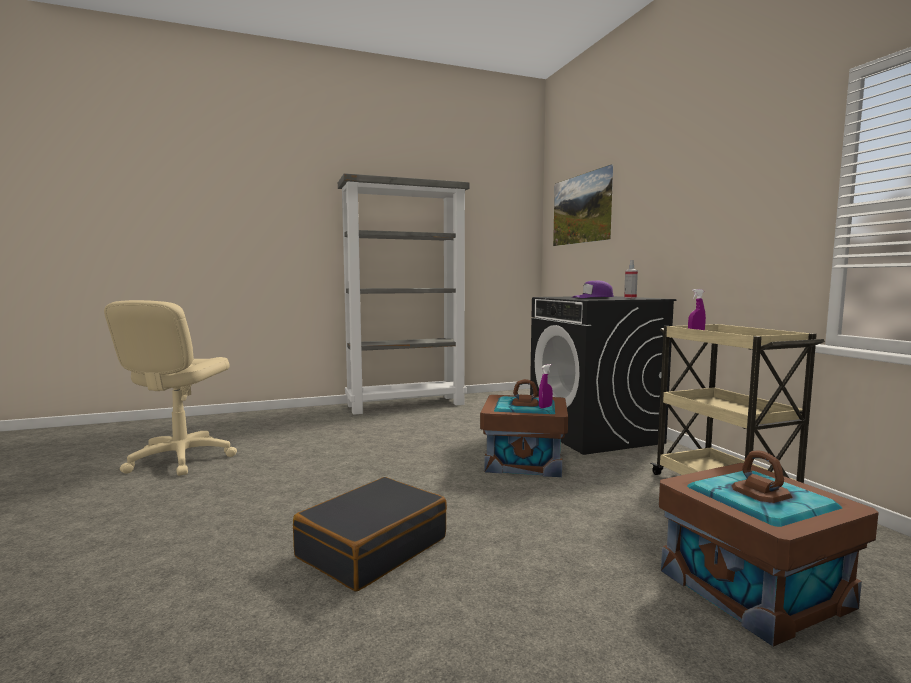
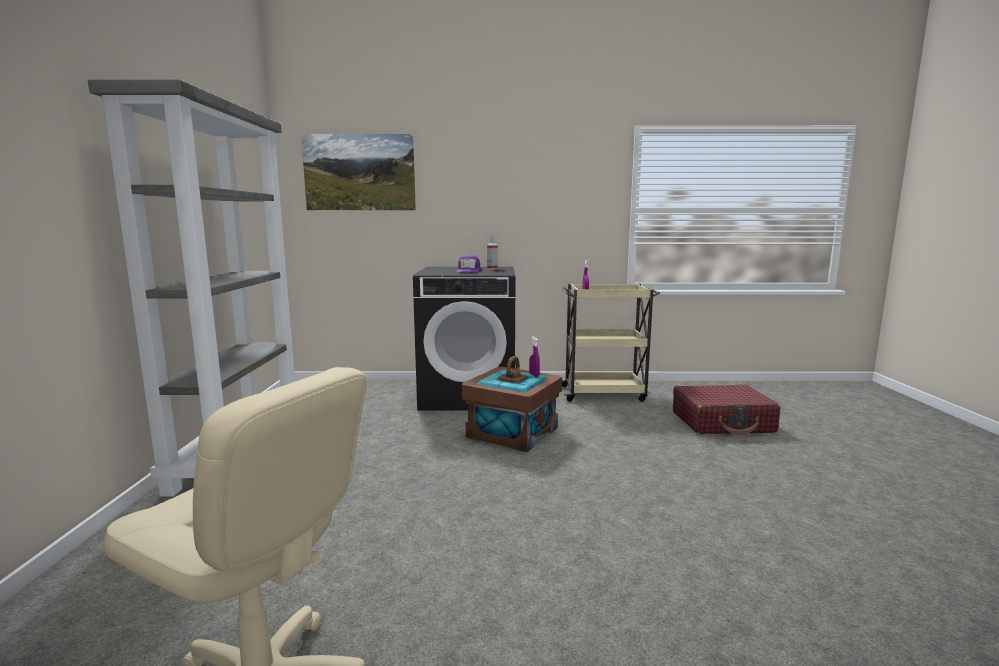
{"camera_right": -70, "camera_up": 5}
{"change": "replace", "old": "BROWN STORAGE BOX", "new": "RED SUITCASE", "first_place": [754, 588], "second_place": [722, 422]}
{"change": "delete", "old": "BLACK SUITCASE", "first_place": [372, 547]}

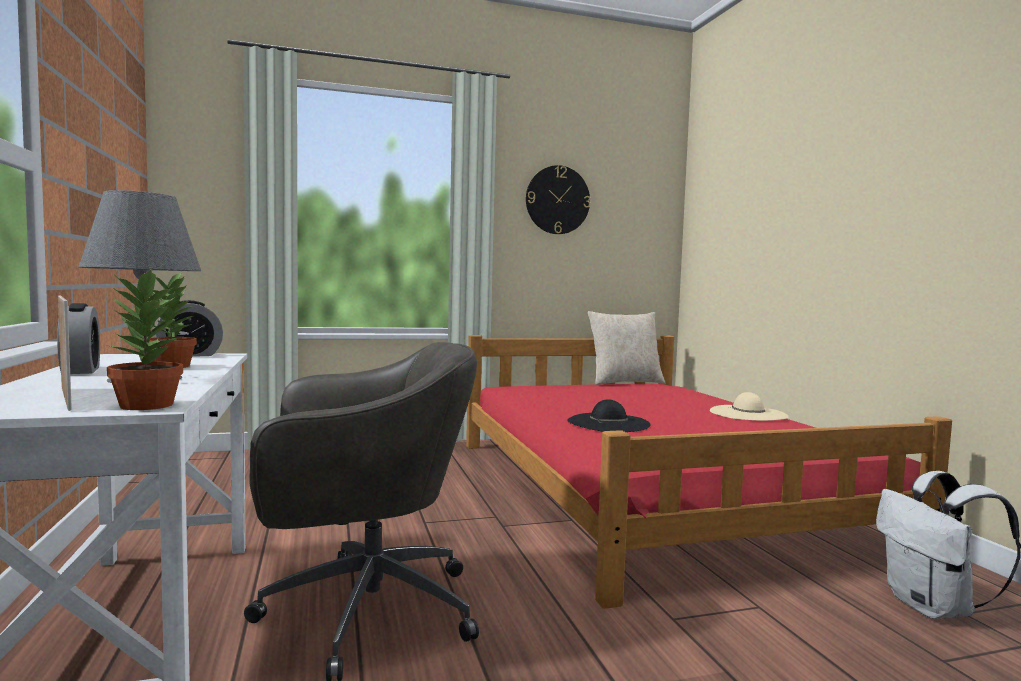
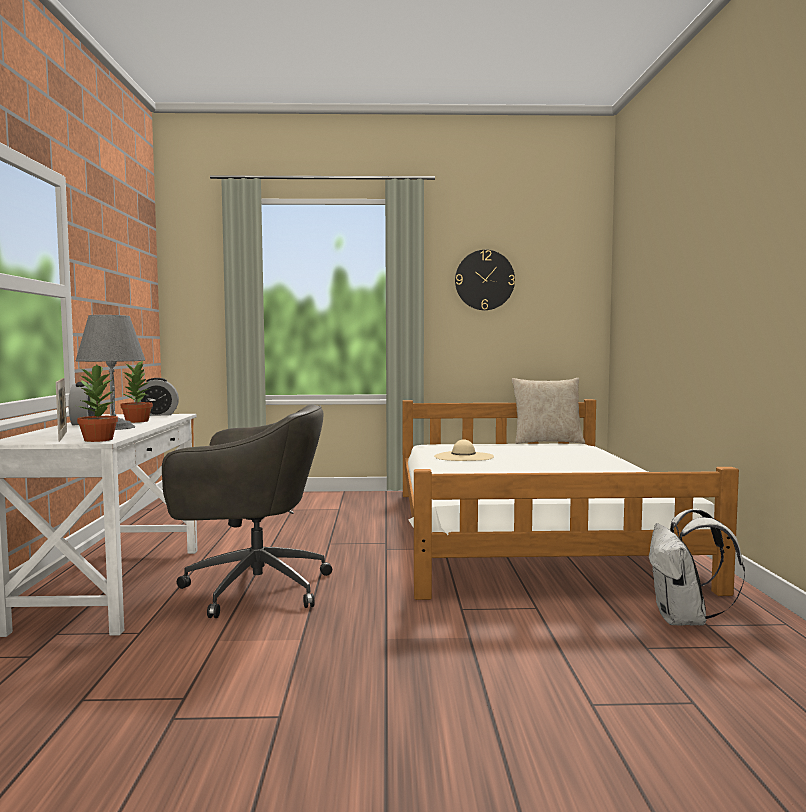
{"camera_right": 15, "camera_up": 0}
{"change": "recolor", "old": "RED BED", "new": "WHITE BED", "first_place": [647, 492], "second_place": [527, 533]}
{"change": "move", "old": "BEIGE HAT", "first_place": [748, 413], "second_place": [463, 456]}
{"change": "delete", "old": "BLACK HAT", "first_place": [608, 423]}

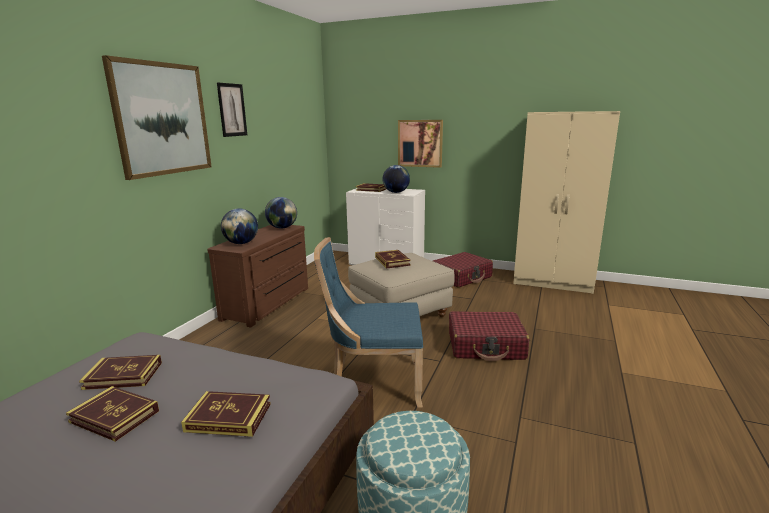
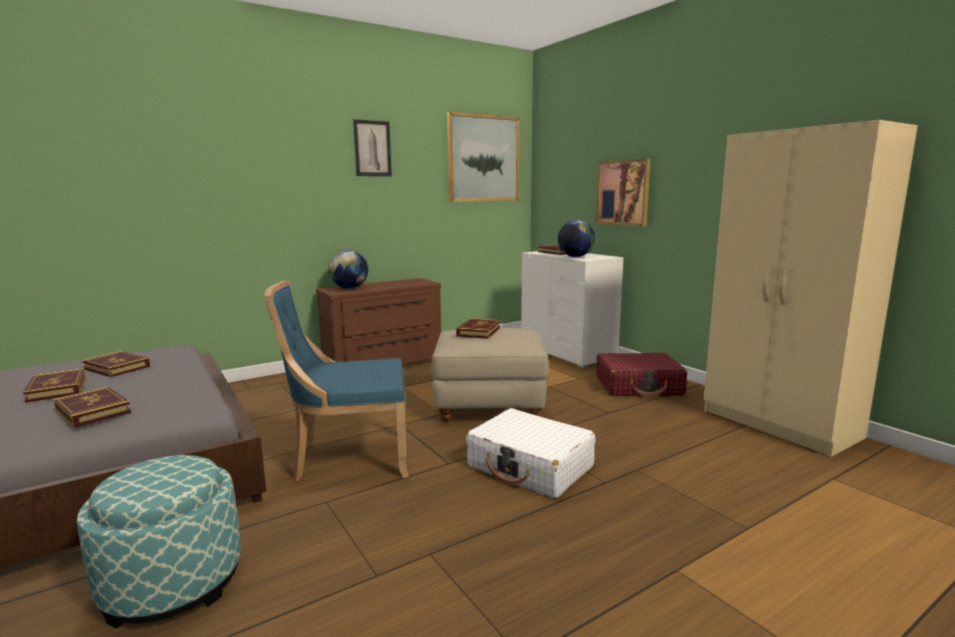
{"camera_right": 35, "camera_up": -5}
{"change": "rotate", "old": "BLUE CHAIR", "first_place": [373, 383], "second_place": [348, 458], "degrees": -45}
{"change": "move", "old": "PICTURE", "first_place": [162, 119], "second_place": [483, 158]}
{"change": "recolor", "old": "RED SUITCASE", "new": "WHITE SUITCASE", "first_place": [486, 346], "second_place": [530, 467]}
{"change": "delete", "old": "GLOBE", "first_place": [282, 228]}

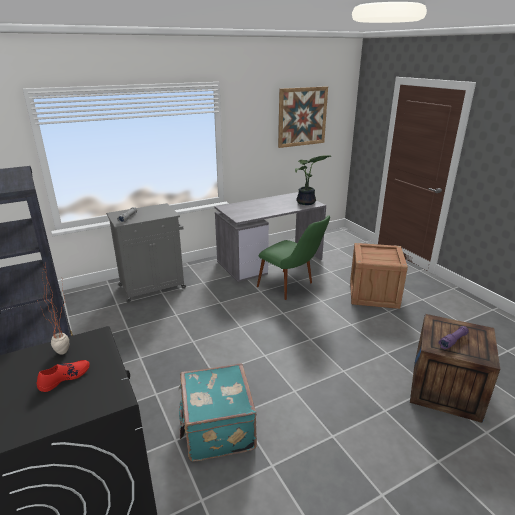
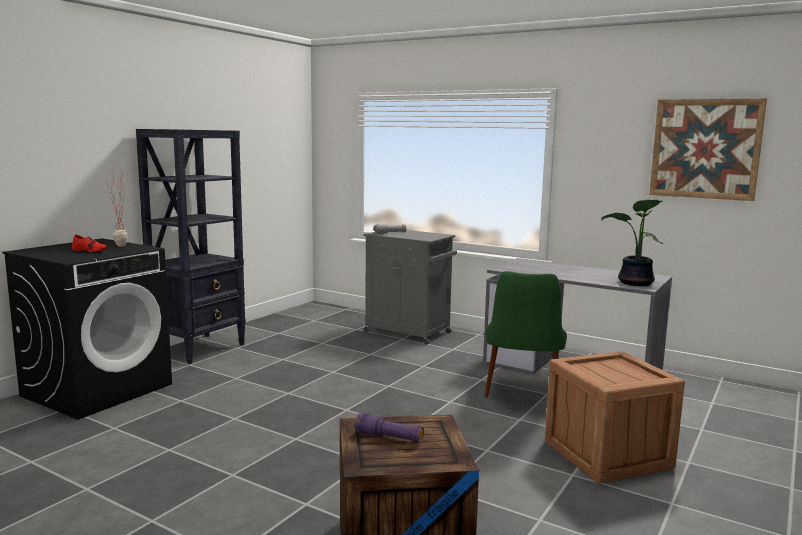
{"camera_right": 60, "camera_up": -15}
{"change": "delete", "old": "TURQUOISE SUITCASE", "first_place": [216, 429]}

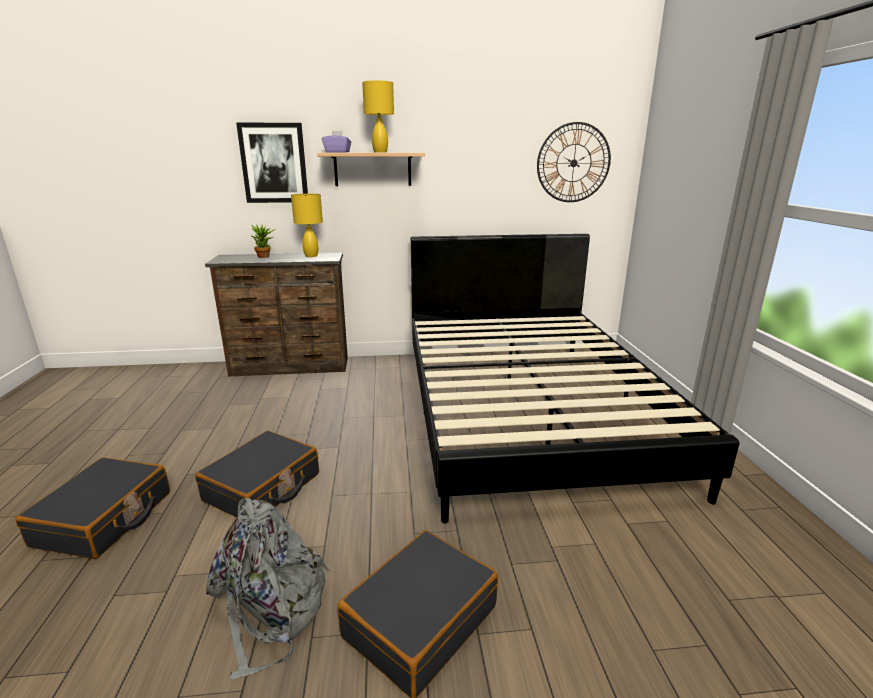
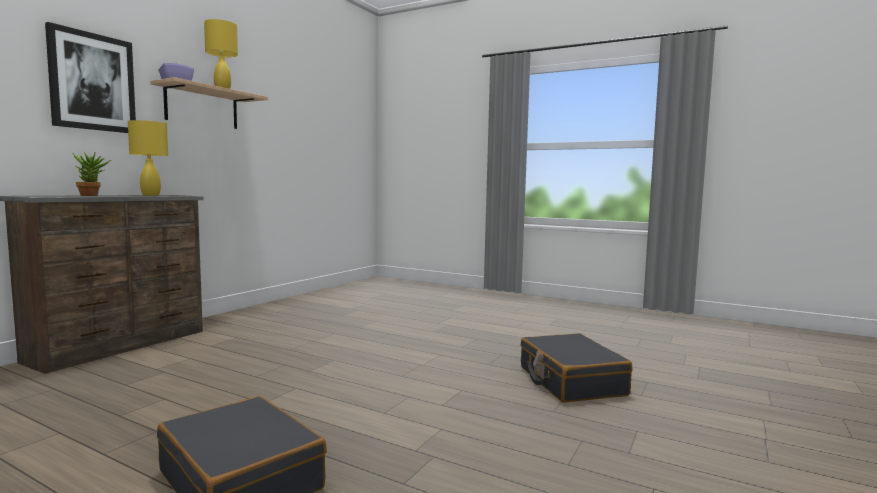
{"camera_right": -55, "camera_up": -15}
{"change": "delete", "old": "BLACK SUITCASE", "first_place": [263, 488]}
{"change": "delete", "old": "GREY BACKPACK", "first_place": [271, 608]}
{"change": "delete", "old": "BLACK BED", "first_place": [527, 411]}
{"change": "delete", "old": "WALL CLOCK", "first_place": [573, 163]}

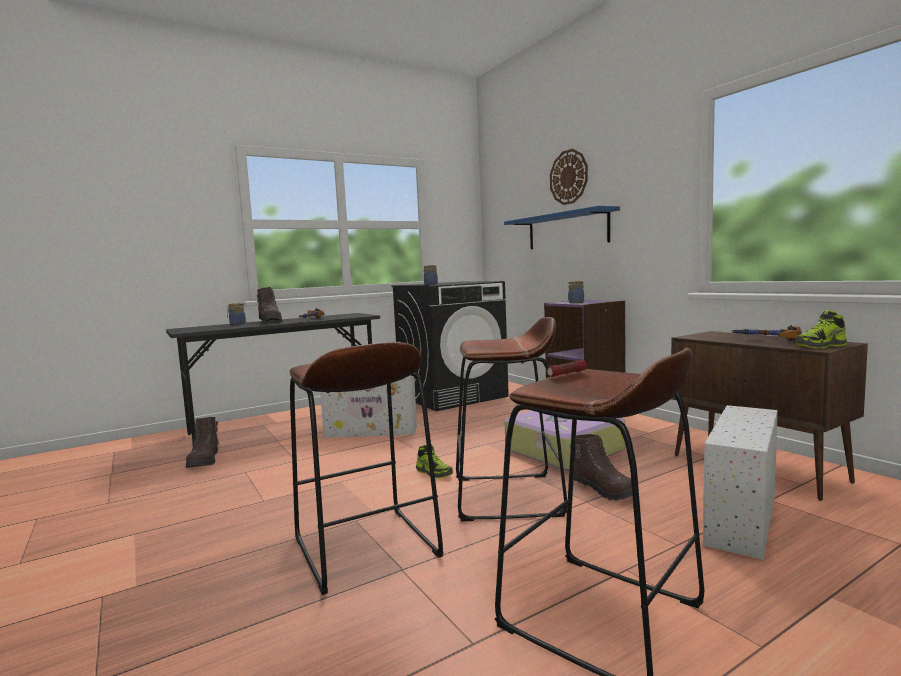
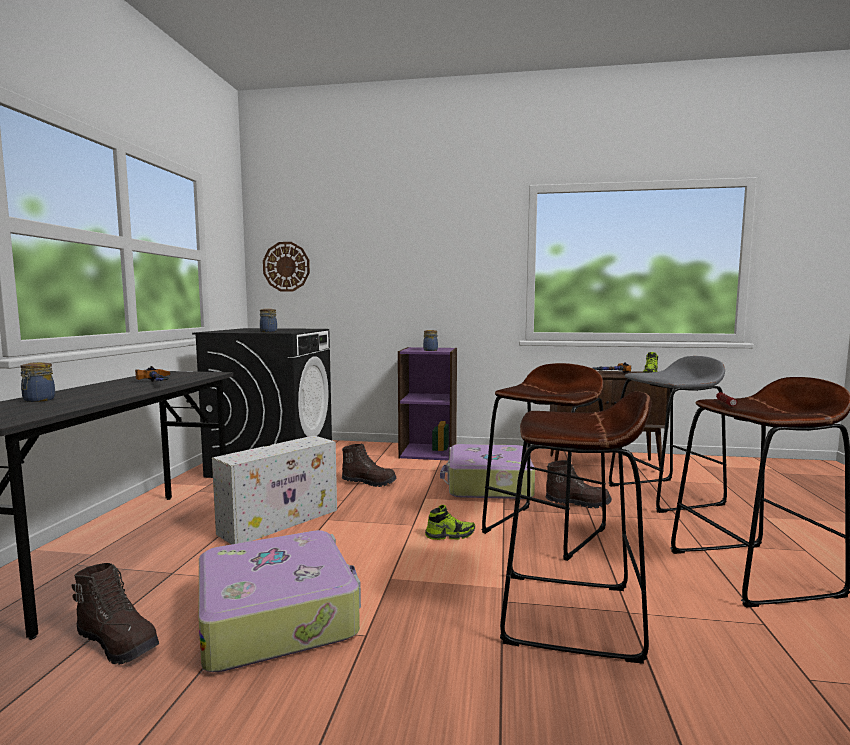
{"camera_right": -50, "camera_up": 0}
{"change": "insert", "new": "SUITCASE", "second_place": [278, 615]}
{"change": "move", "old": "WALL CLOCK", "first_place": [568, 177], "second_place": [286, 266]}
{"change": "move", "old": "BROWN BOOT", "first_place": [270, 322], "second_place": [369, 482]}
{"change": "replace", "old": "WHITE STORAGE BOX", "new": "GREY STOOL", "first_place": [741, 519], "second_place": [665, 495]}
{"change": "delete", "old": "BLUE SHELF", "first_place": [567, 230]}

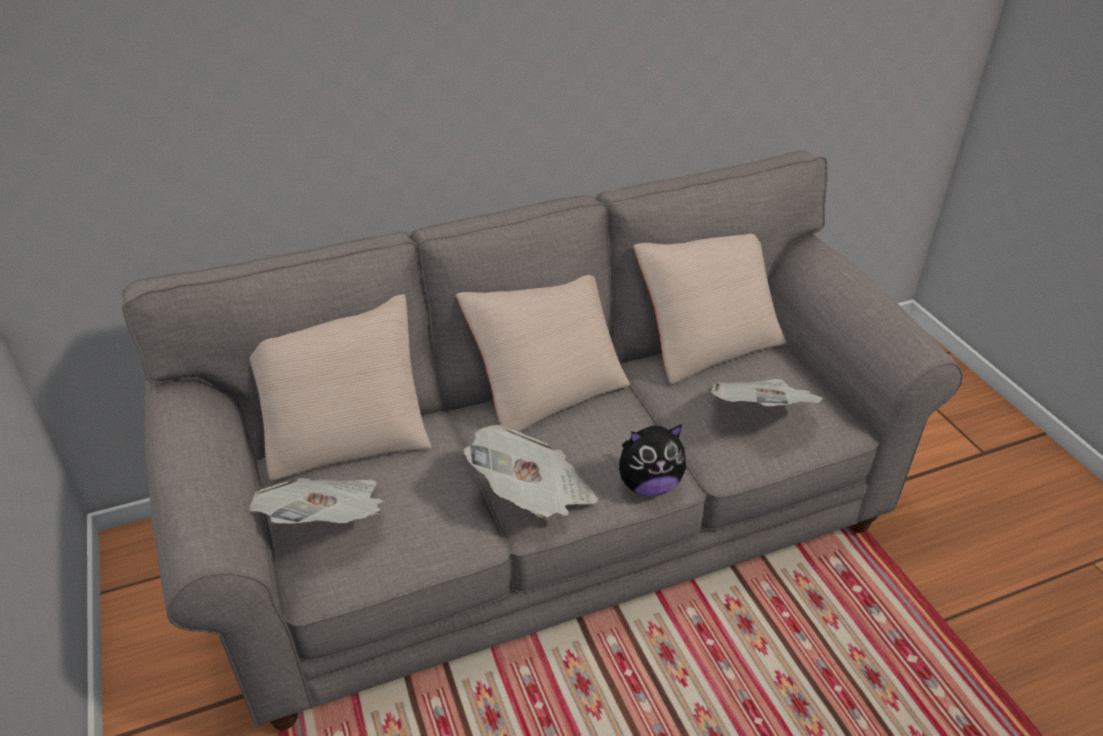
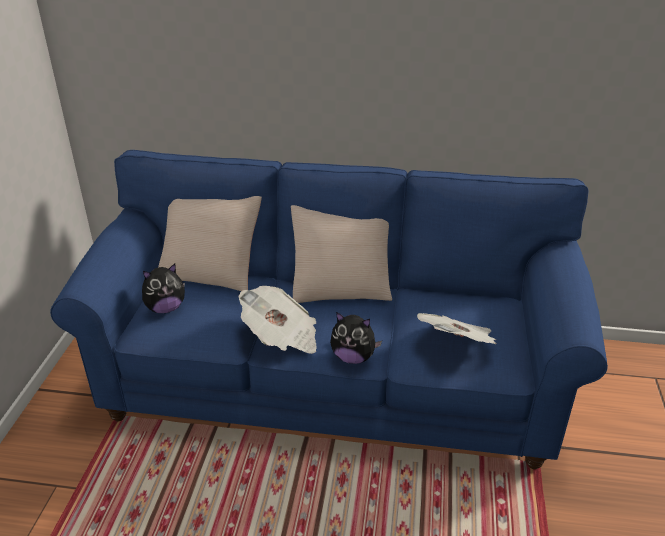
{"camera_right": 30, "camera_up": -5}
{"change": "recolor", "old": "GREY SOFA", "new": "BLUE SOFA", "first_place": [551, 523], "second_place": [332, 380]}
{"change": "replace", "old": "NEWSPAPER", "new": "PLUSH TOY", "first_place": [327, 522], "second_place": [165, 308]}
{"change": "delete", "old": "BEIGE PILLOW", "first_place": [706, 341]}

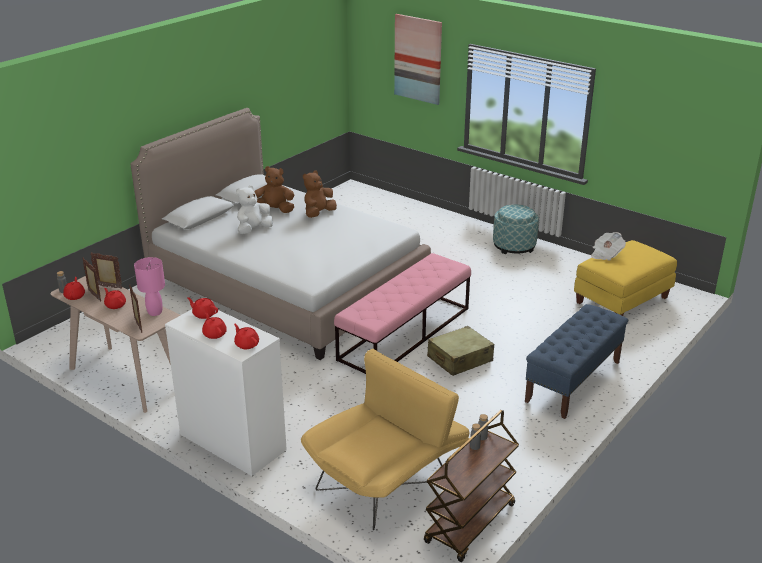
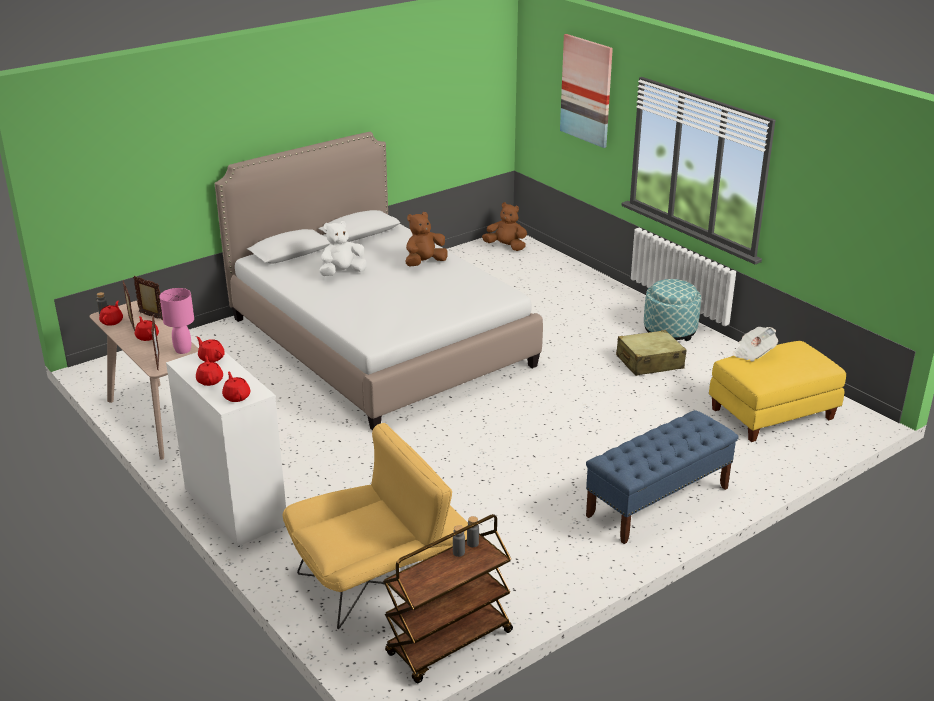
{"camera_right": 15, "camera_up": 0}
{"change": "move", "old": "BROWN PLUSH TOY", "first_place": [274, 210], "second_place": [506, 246]}
{"change": "move", "old": "BEIGE SUITCASE", "first_place": [459, 359], "second_place": [649, 362]}
{"change": "delete", "old": "PINK BENCH", "first_place": [405, 333]}

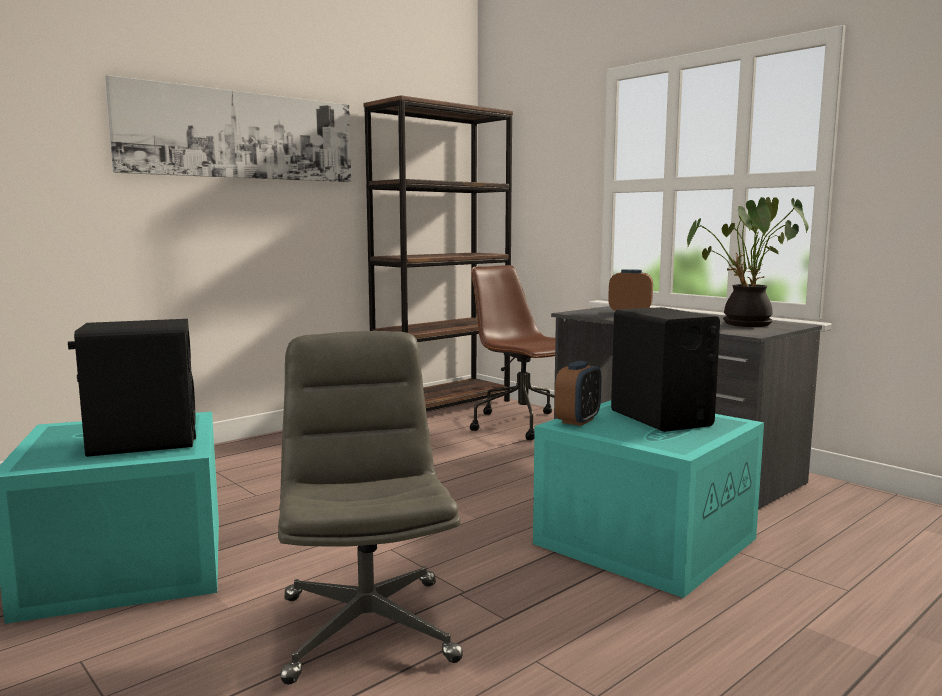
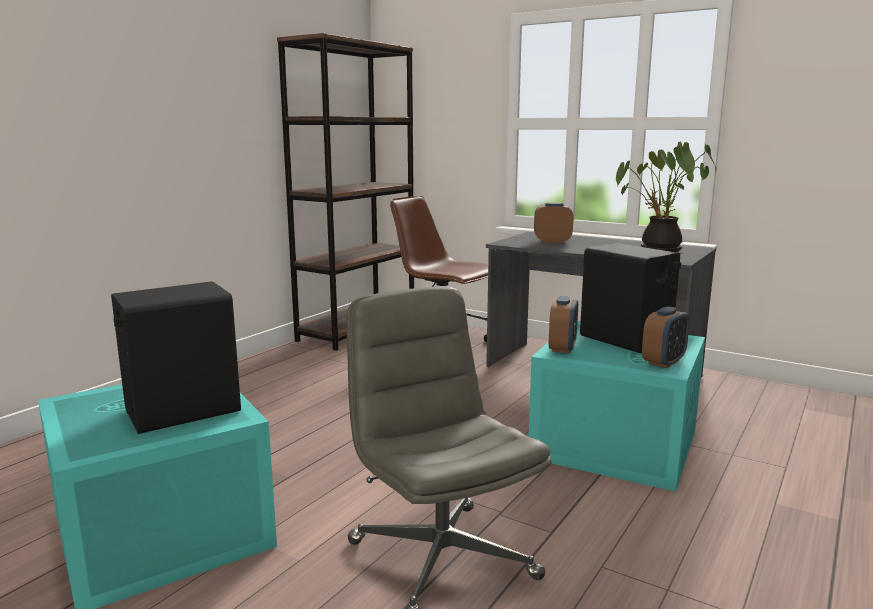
{"camera_right": -15, "camera_up": 5}
{"change": "insert", "new": "ALARM CLOCK", "second_place": [663, 362]}
{"change": "delete", "old": "PICTURE", "first_place": [241, 135]}

